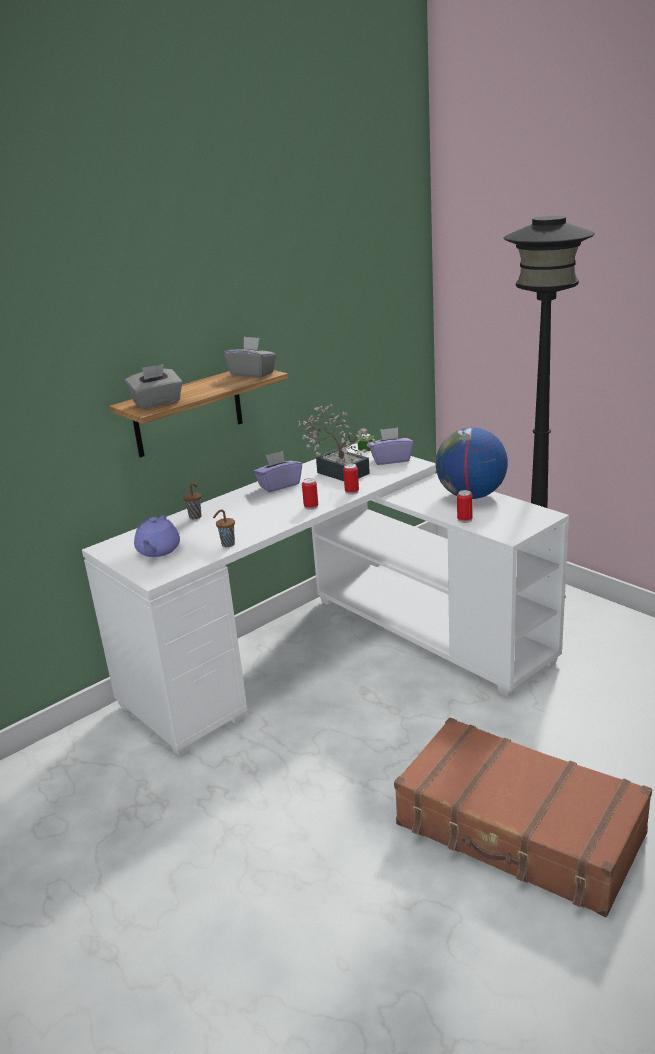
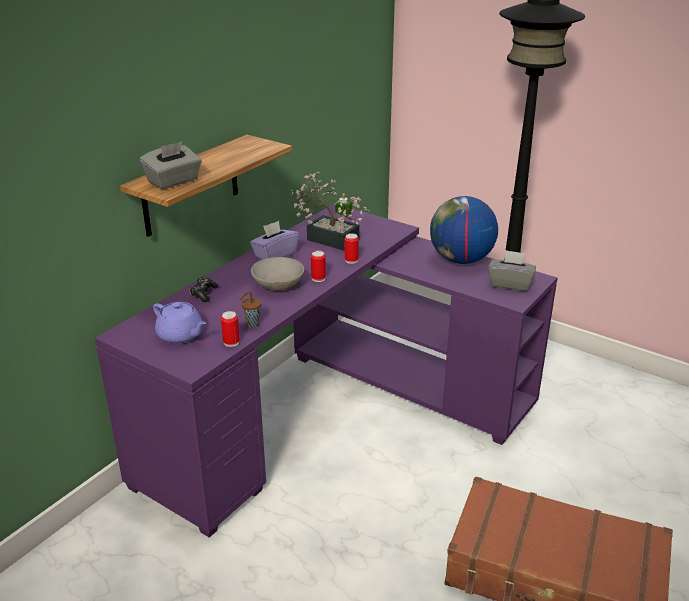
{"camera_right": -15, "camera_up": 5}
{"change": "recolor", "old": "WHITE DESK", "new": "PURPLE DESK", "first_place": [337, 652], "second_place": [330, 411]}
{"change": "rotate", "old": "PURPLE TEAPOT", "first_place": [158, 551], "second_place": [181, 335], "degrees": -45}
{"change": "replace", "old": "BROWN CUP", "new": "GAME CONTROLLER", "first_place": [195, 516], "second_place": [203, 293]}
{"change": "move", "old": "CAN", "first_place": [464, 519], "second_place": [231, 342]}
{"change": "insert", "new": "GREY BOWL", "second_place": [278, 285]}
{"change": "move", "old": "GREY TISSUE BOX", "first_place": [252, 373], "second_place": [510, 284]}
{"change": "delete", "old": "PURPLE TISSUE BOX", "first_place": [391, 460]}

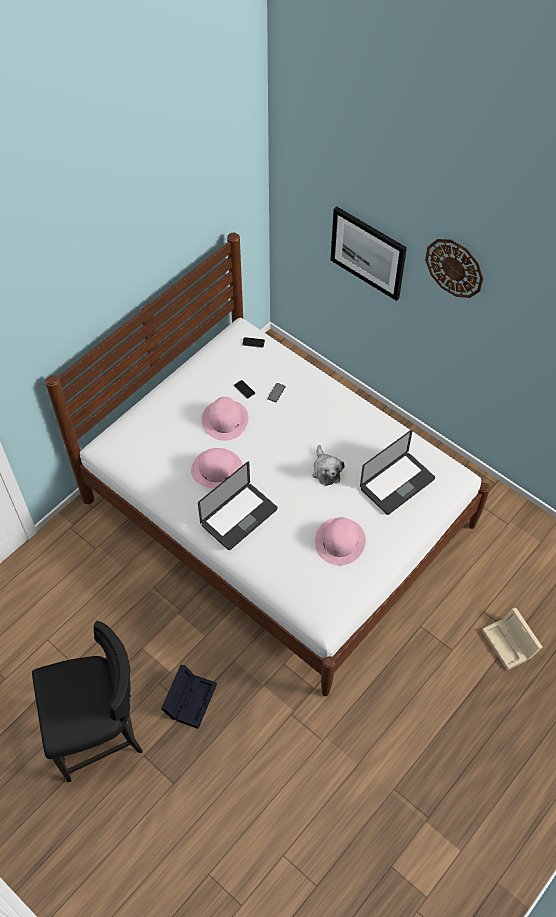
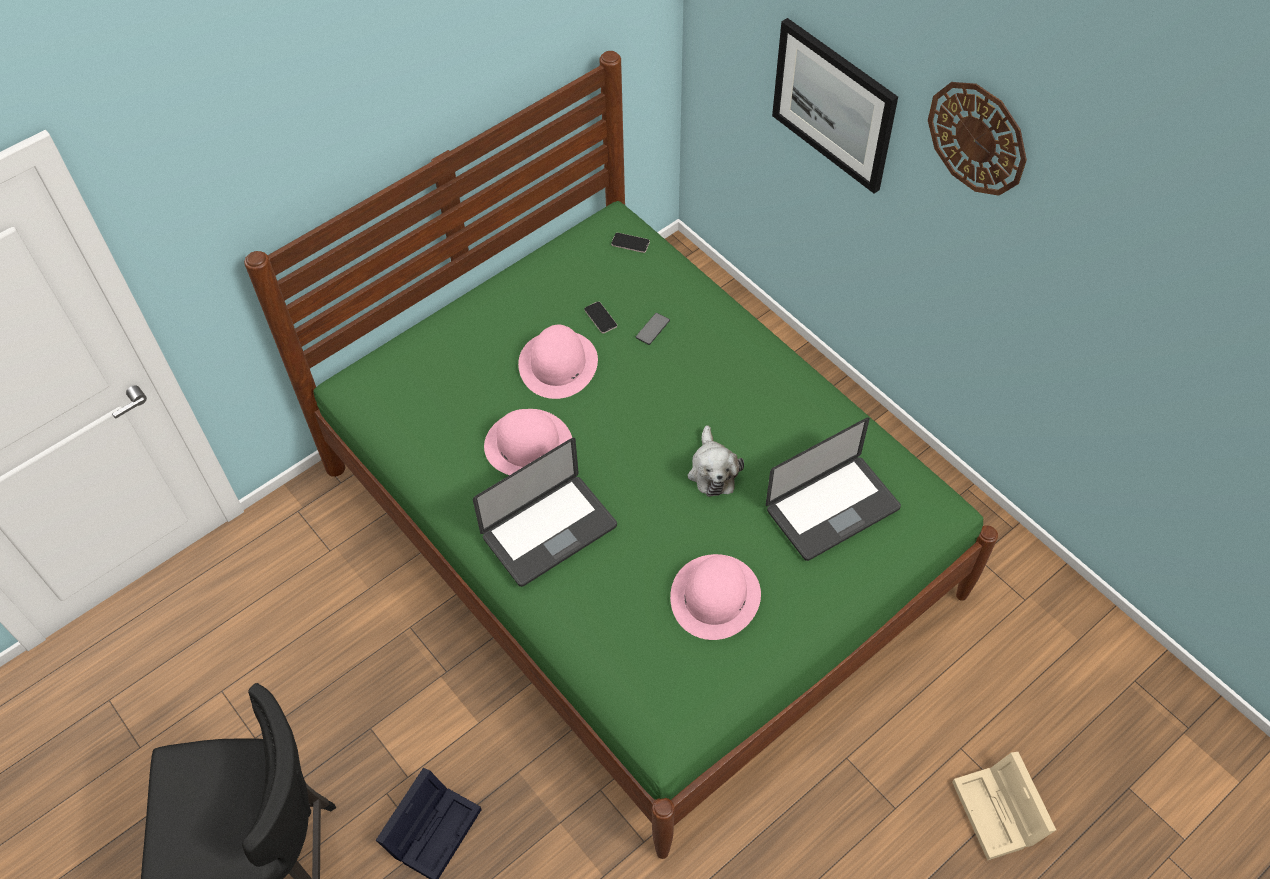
{"camera_right": 10, "camera_up": 0}
{"change": "recolor", "old": "WHITE BED", "new": "GREEN BED", "first_place": [278, 513], "second_place": [637, 531]}

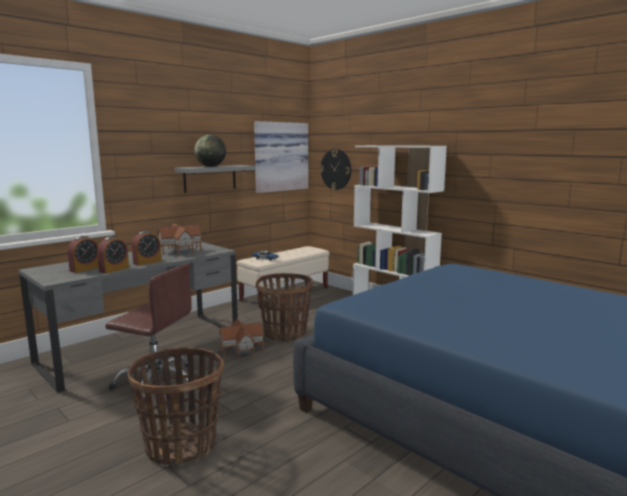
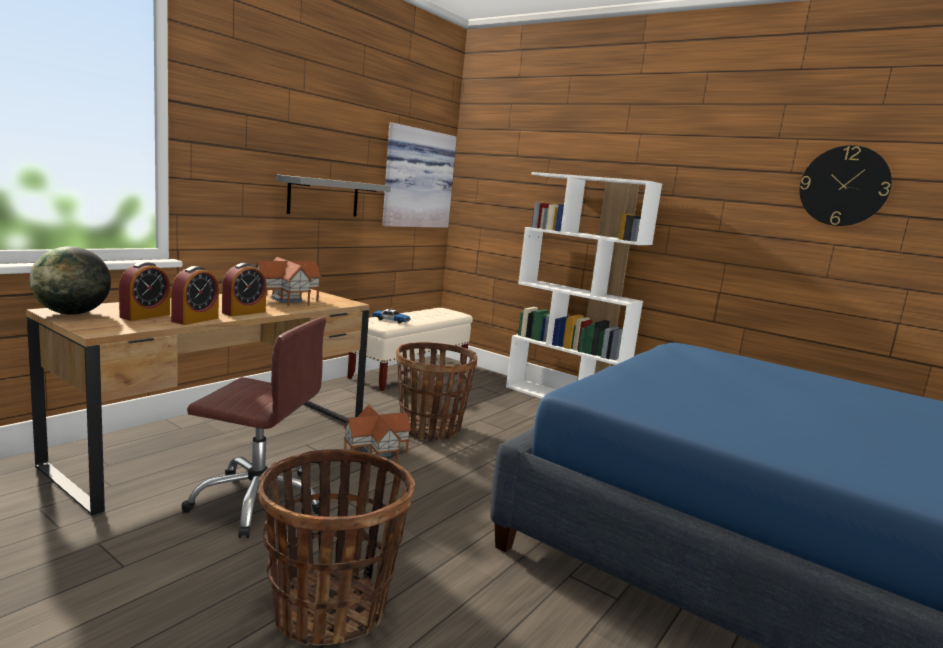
{"camera_right": -10, "camera_up": 0}
{"change": "recolor", "old": "GREY DESK", "new": "BROWN DESK", "first_place": [143, 347], "second_place": [220, 443]}
{"change": "move", "old": "GLOBE", "first_place": [211, 166], "second_place": [73, 313]}
{"change": "move", "old": "WALL CLOCK", "first_place": [336, 169], "second_place": [844, 186]}

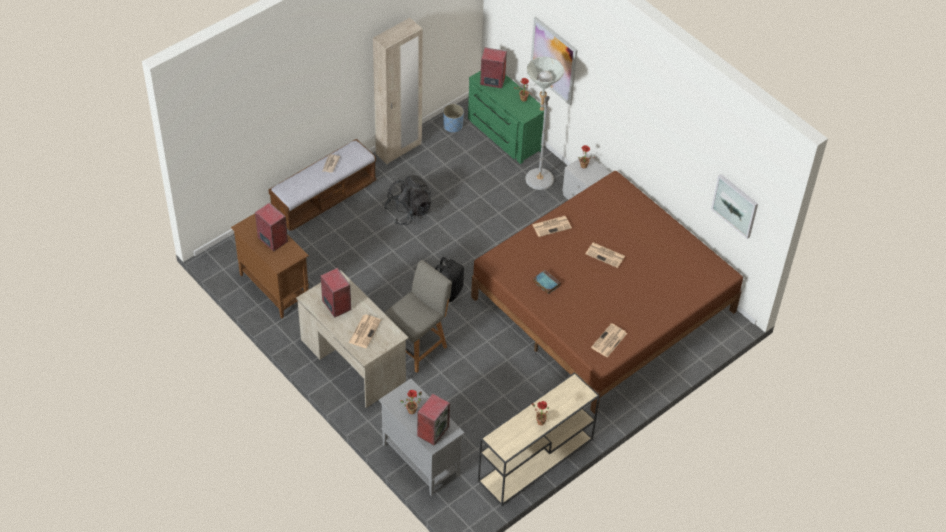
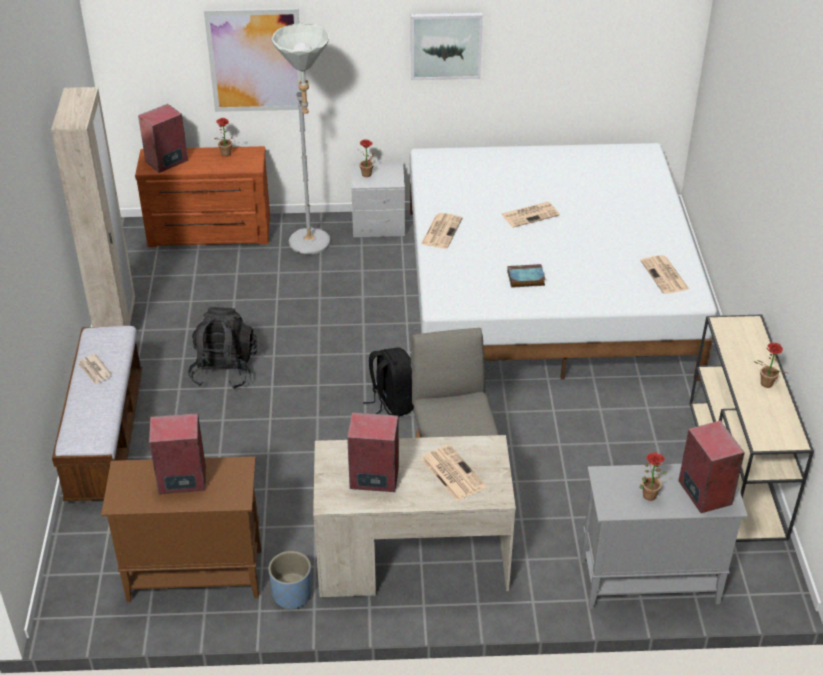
{"camera_right": -50, "camera_up": -10}
{"change": "recolor", "old": "GREEN DRESSER", "new": "BROWN DRESSER", "first_place": [503, 135], "second_place": [209, 234]}
{"change": "move", "old": "BLUE PLANTER", "first_place": [453, 126], "second_place": [292, 594]}
{"change": "recolor", "old": "BROWN BED", "new": "WHITE BED", "first_place": [603, 305], "second_place": [546, 290]}
{"change": "move", "old": "PICTURE", "first_place": [735, 205], "second_place": [446, 45]}

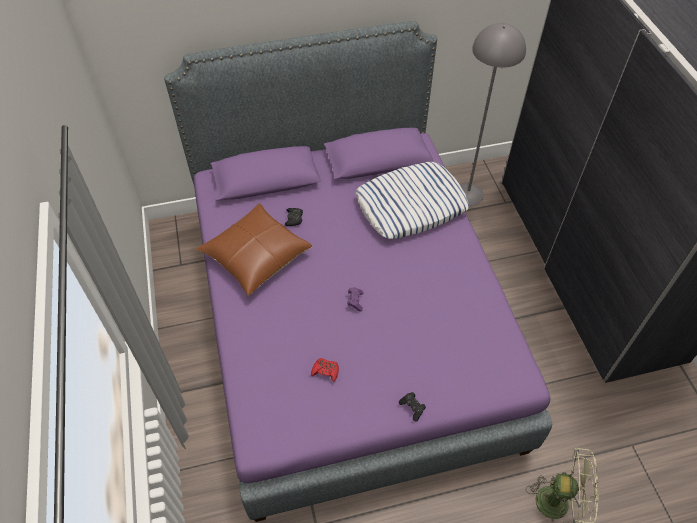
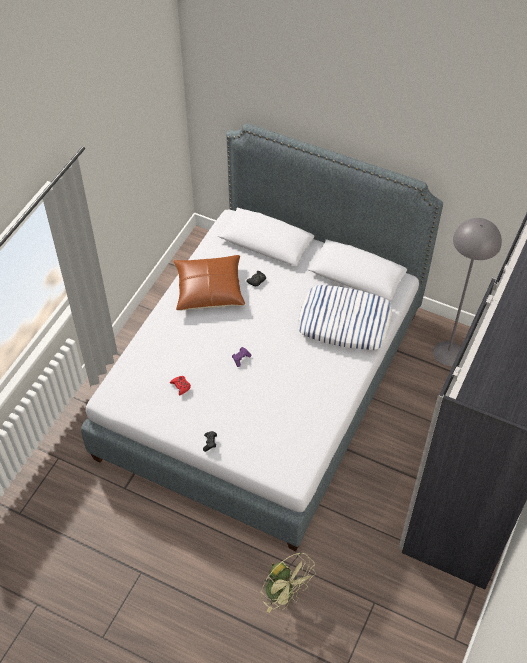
{"camera_right": 40, "camera_up": 0}
{"change": "recolor", "old": "PURPLE BED", "new": "GREY BED", "first_place": [347, 320], "second_place": [263, 382]}

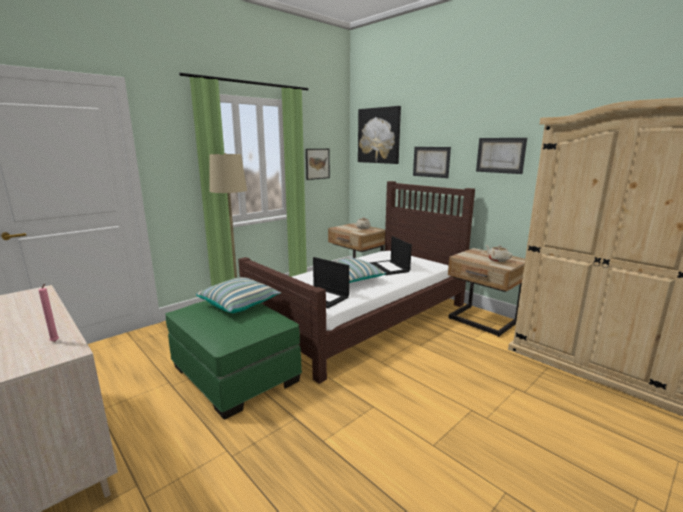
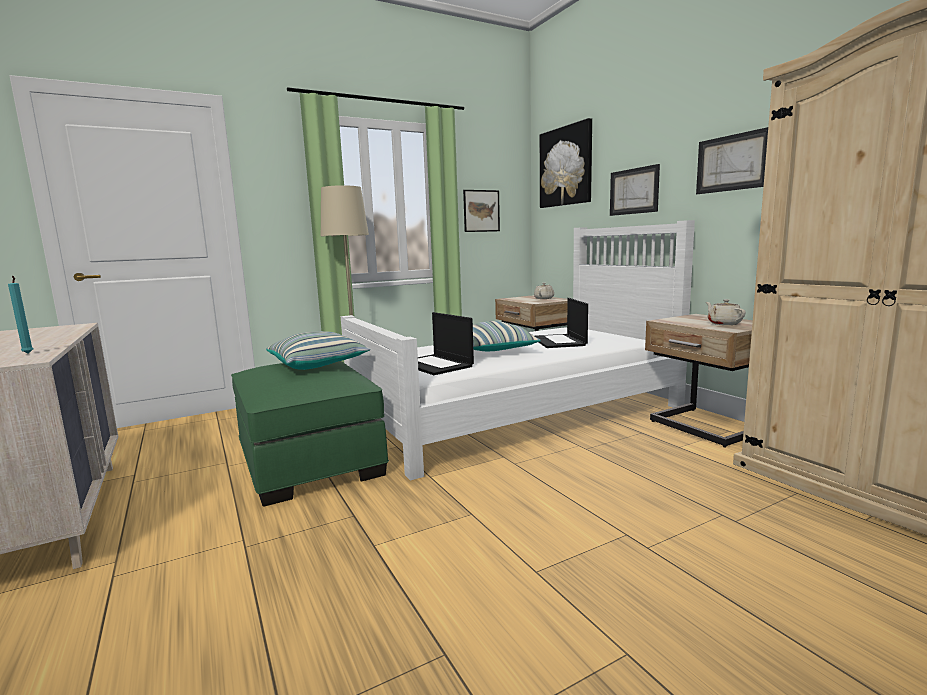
{"camera_right": 15, "camera_up": -5}
{"change": "recolor", "old": "PINK CANDLE", "new": "TURQUOISE CANDLE", "first_place": [55, 342], "second_place": [28, 354]}
{"change": "recolor", "old": "BROWN BED", "new": "WHITE BED", "first_place": [363, 317], "second_place": [518, 413]}

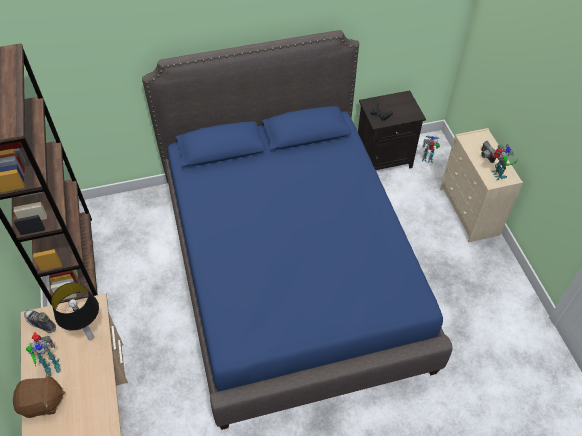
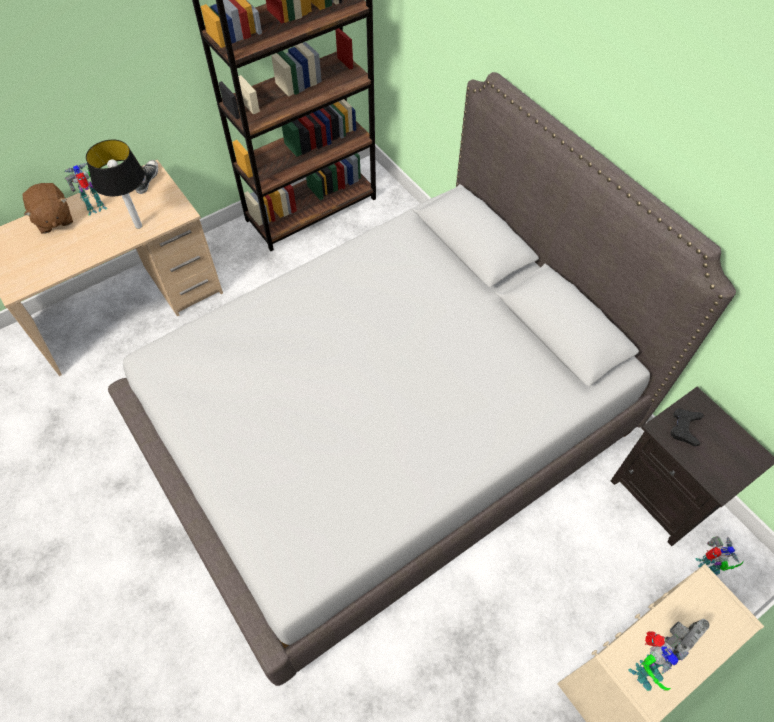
{"camera_right": 70, "camera_up": 5}
{"change": "rotate", "old": "TOY ROBOT", "first_place": [51, 366], "second_place": [97, 208], "degrees": 105}
{"change": "recolor", "old": "BLUE BED", "new": "GREY BED", "first_place": [291, 271], "second_place": [387, 429]}

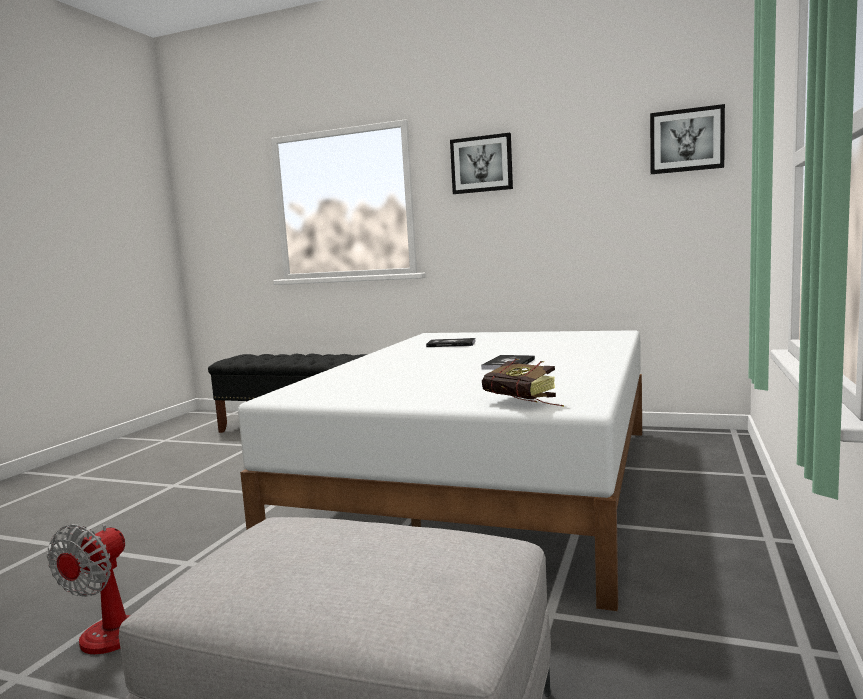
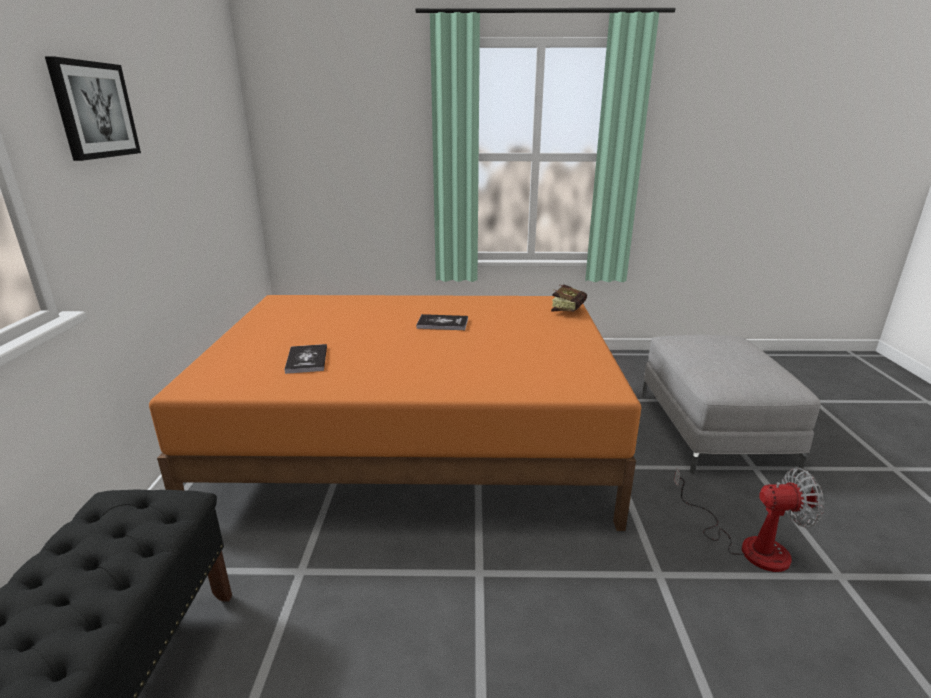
{"camera_right": -110, "camera_up": 15}
{"change": "recolor", "old": "WHITE BED", "new": "ORANGE BED", "first_place": [488, 484], "second_place": [415, 440]}
{"change": "delete", "old": "PICTURE", "first_place": [686, 140]}

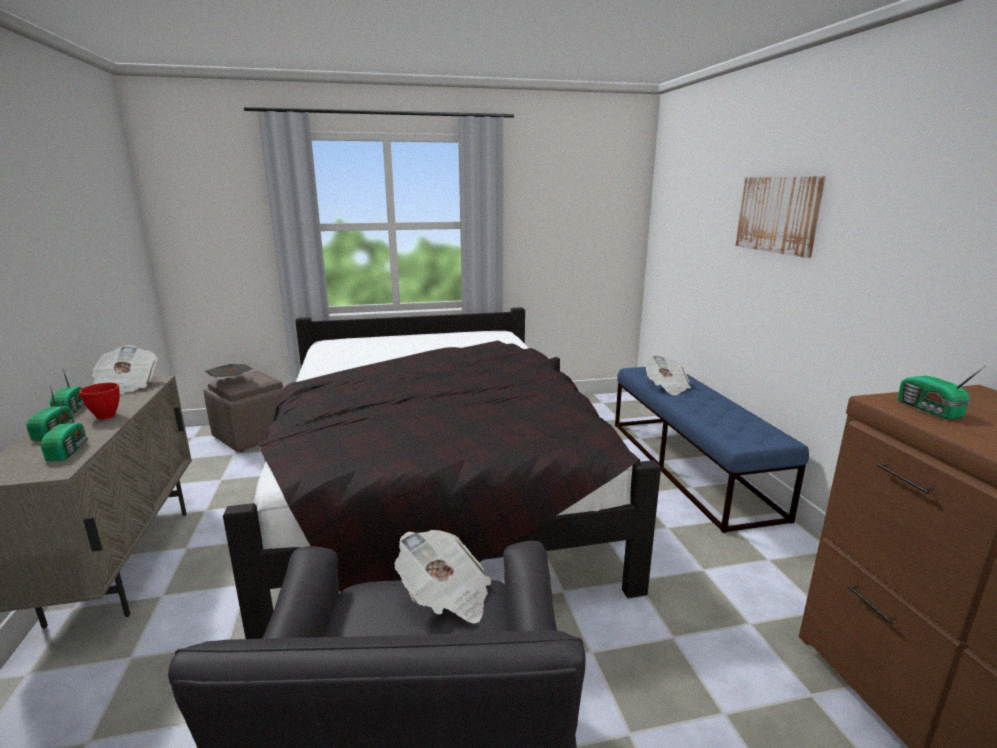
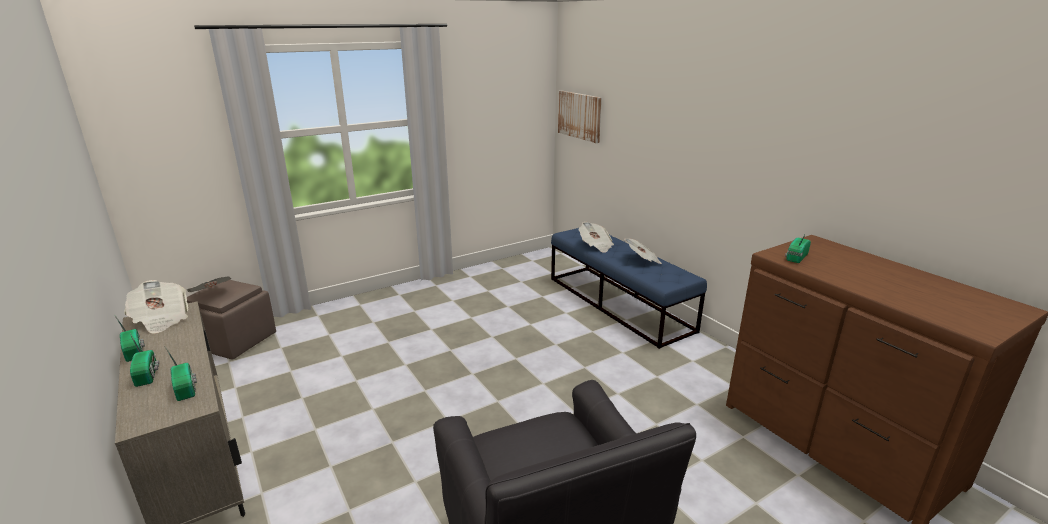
{"camera_right": -20, "camera_up": 5}
{"change": "move", "old": "PICTURE", "first_place": [778, 214], "second_place": [580, 115]}
{"change": "move", "old": "NEWSPAPER", "first_place": [446, 596], "second_place": [642, 260]}
{"change": "rotate", "old": "RADIO", "first_place": [929, 410], "second_place": [795, 257], "degrees": 75}
{"change": "delete", "old": "RED BOWL", "first_place": [105, 417]}
{"change": "delete", "old": "BLACK BED", "first_place": [436, 489]}

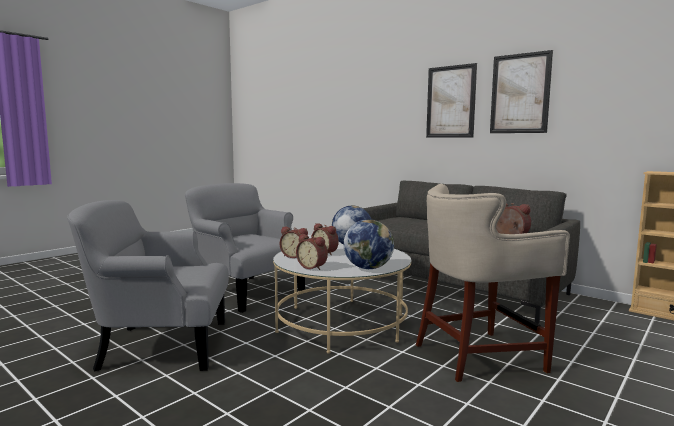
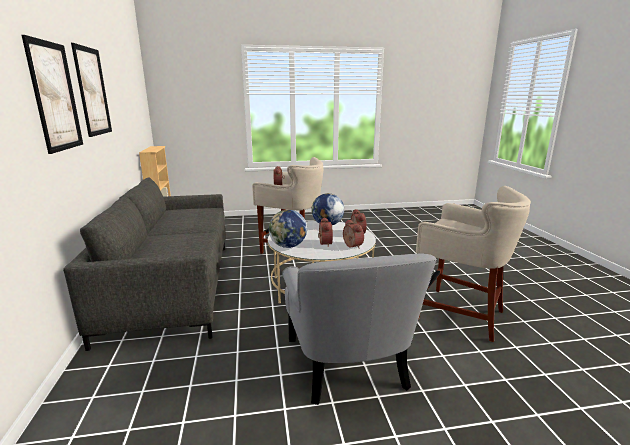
{"camera_right": -140, "camera_up": 10}
{"change": "replace", "old": "GREY ARMCHAIR", "new": "BEIGE STOOL", "first_place": [160, 345], "second_place": [458, 313]}

